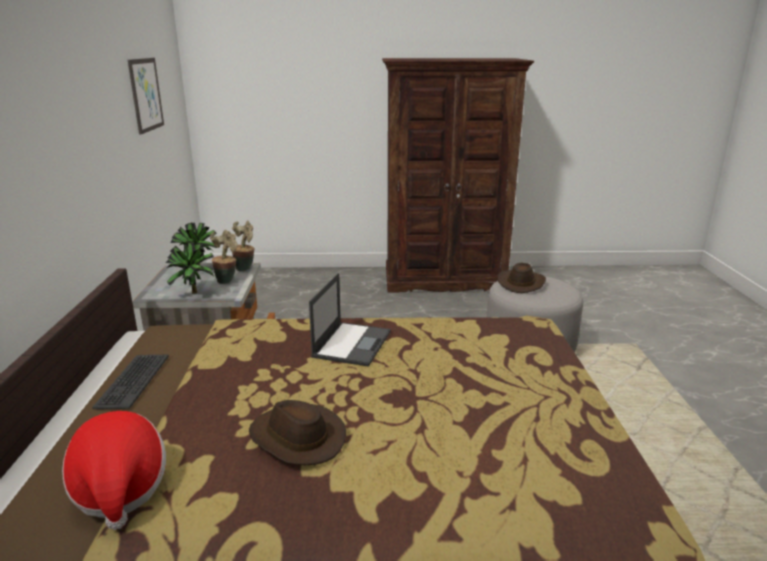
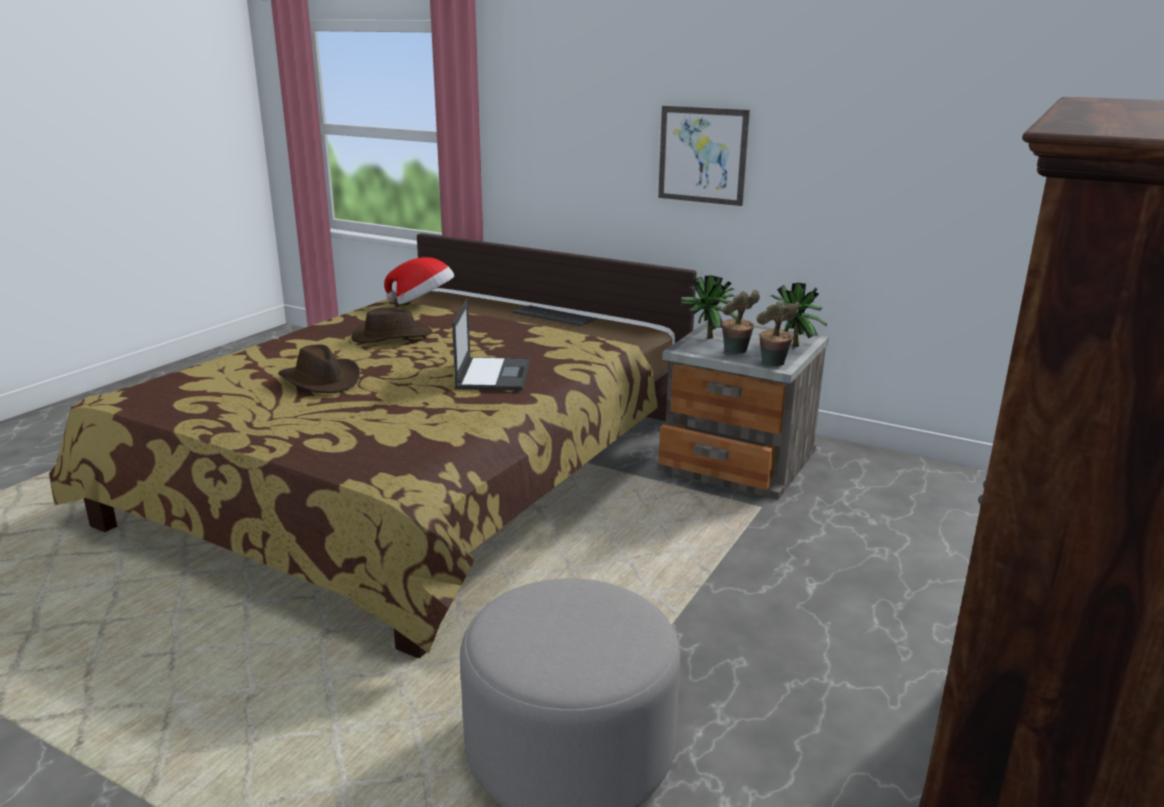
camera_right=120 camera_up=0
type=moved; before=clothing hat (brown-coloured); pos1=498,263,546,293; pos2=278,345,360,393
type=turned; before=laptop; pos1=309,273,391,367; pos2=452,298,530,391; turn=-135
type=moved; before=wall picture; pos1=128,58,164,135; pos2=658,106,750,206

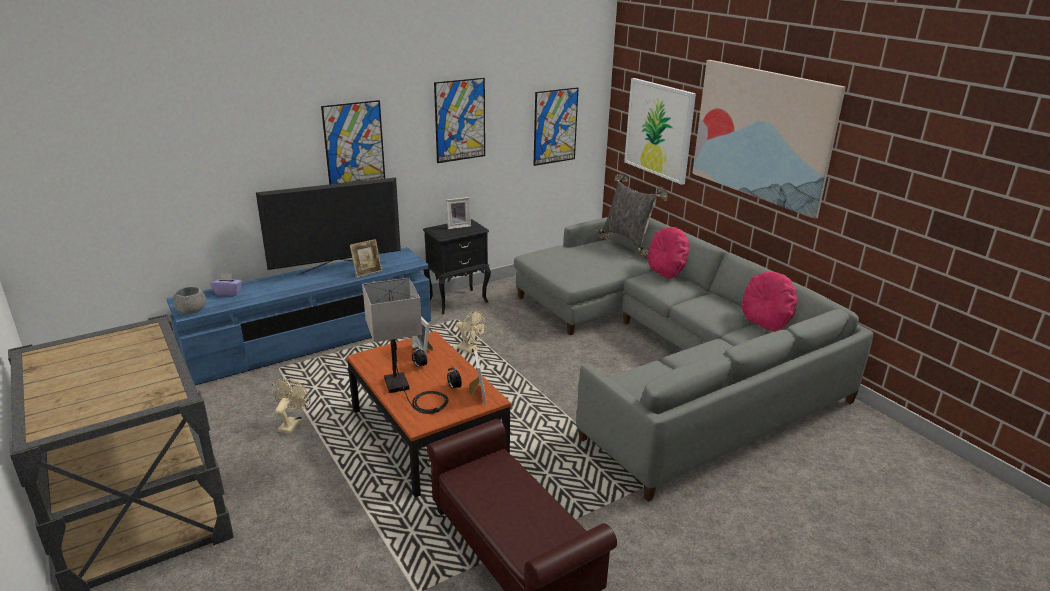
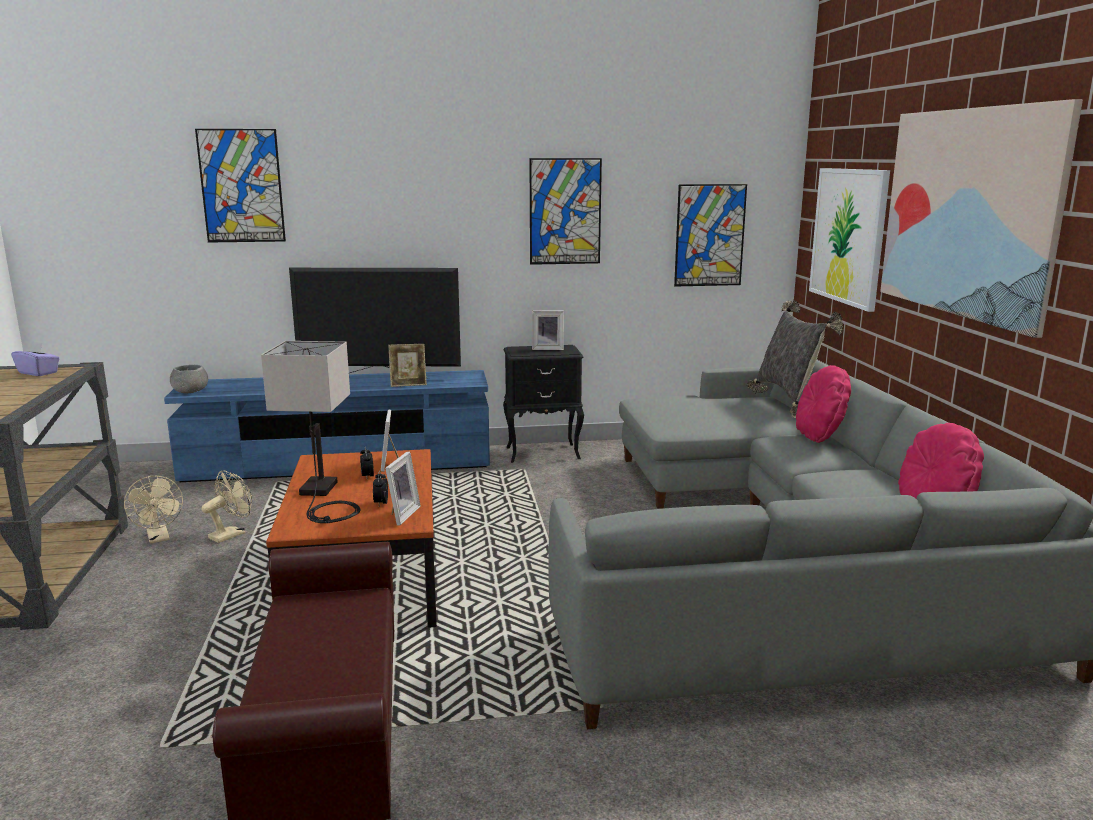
camera_right=25 camera_up=-10
type=moved; before=box of tissues (purple-coloured); pos1=211,273,242,296; pos2=11,341,60,376
type=moved; before=fan (beige-coloured); pos1=456,311,486,354; pos2=124,476,183,543
type=moved; before=wall picture; pos1=321,100,385,185; pos2=195,129,286,243

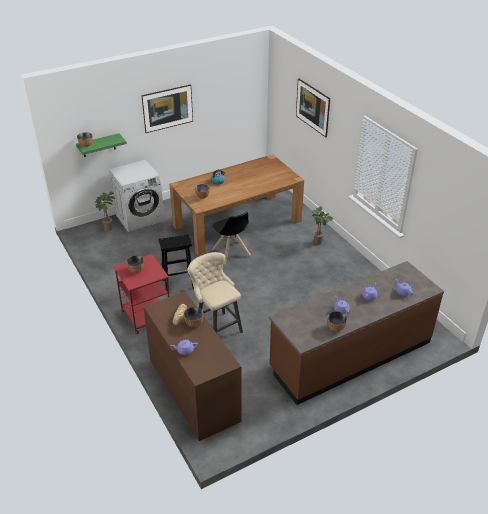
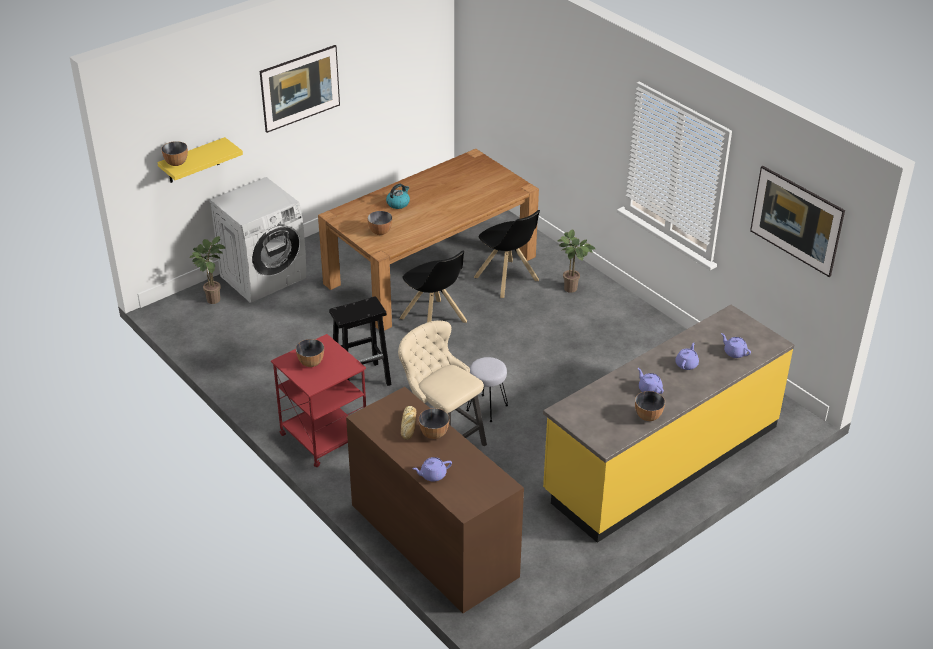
camera_right=-10 camera_up=0
type=recoloured; before=bracket shelf (greenish); after=bracket shelf (yellowish); pos1=76,133,127,157; pos2=157,137,243,183
type=added; after=sitting stool (grey); pos2=466,357,508,422
type=added; after=plain chair (blackish); pos2=474,210,540,298
type=recoloured; before=kitchen counter (brown-coloured); after=kitchen counter (yellowish); pos1=269,261,444,405; pos2=543,305,794,543
type=moved; before=wall picture; pos1=296,79,330,137; pos2=750,166,845,277

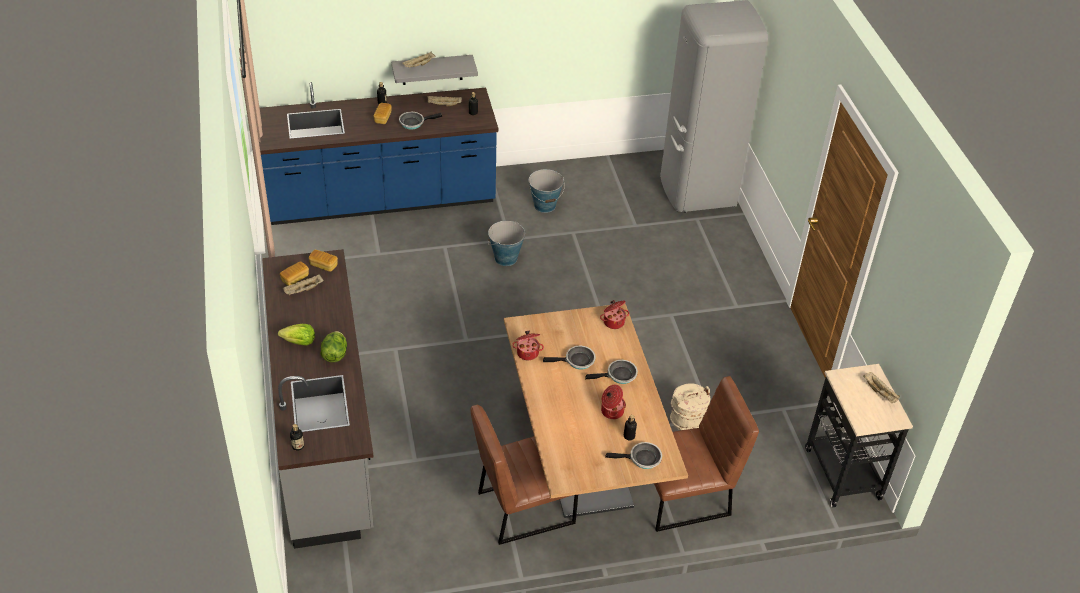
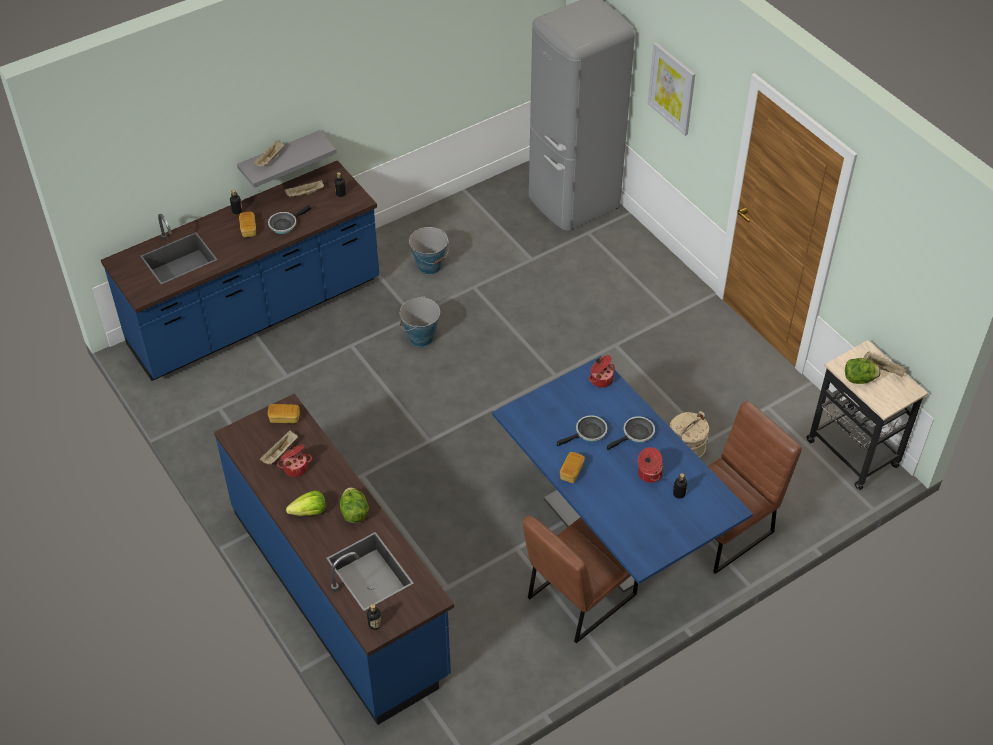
camera_right=-20 camera_up=5
type=recoloured; before=kitchen counter (grey); after=kitchen counter (bluish); pos1=262,249,374,549; pos2=214,393,454,725
type=moved; before=cooking pot; pos1=512,331,544,360; pos2=277,445,312,477
type=recoloured; before=dining table (brown-coloured); after=dining table (bluish); pos1=504,303,688,518; pos2=492,356,753,593
type=moved; before=bread; pos1=280,261,309,286; pos2=560,452,585,483
type=added; after=wall picture; pos2=647,42,695,136
type=added; after=head of lettuce; pos2=845,358,881,384
type=removed; before=skillet; pos1=605,442,662,469

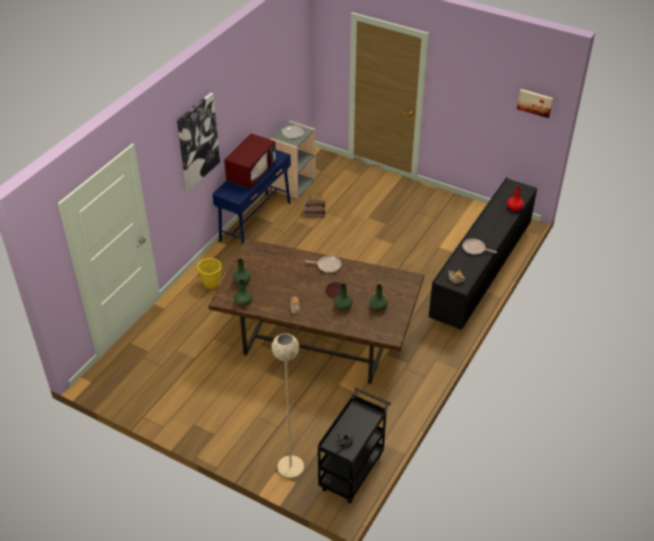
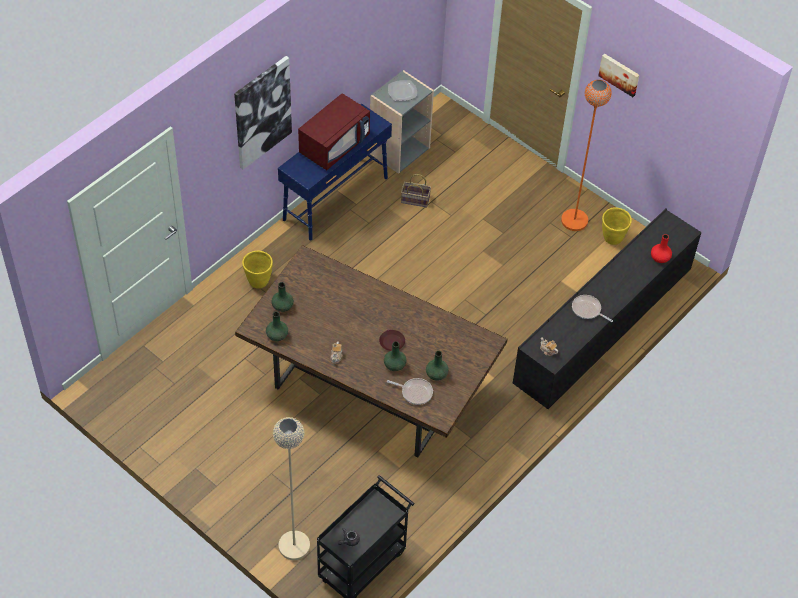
camera_right=10 camera_up=10
type=moved; before=skillet; pos1=305,256,341,273; pos2=387,378,433,405
type=added; after=standing lamp (orange); pos2=561,80,612,231
type=moved; before=wall picture; pos1=517,89,553,118; pos2=598,54,639,97
type=added; after=planter (yellowish); pos2=602,207,632,245

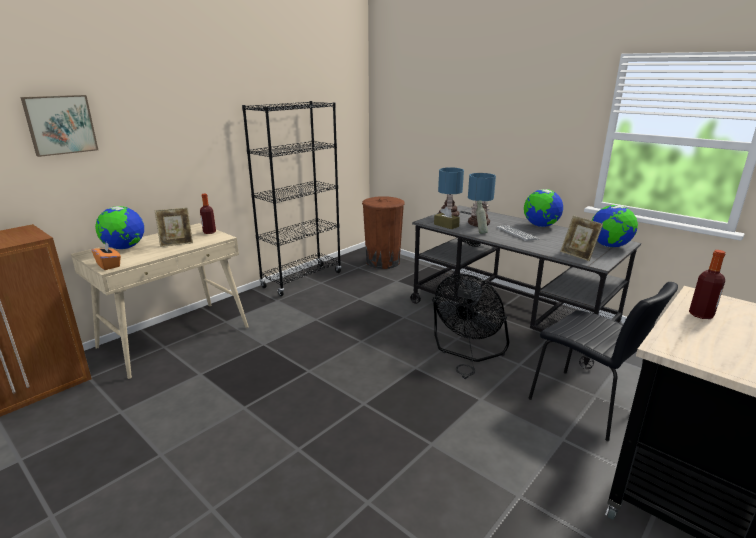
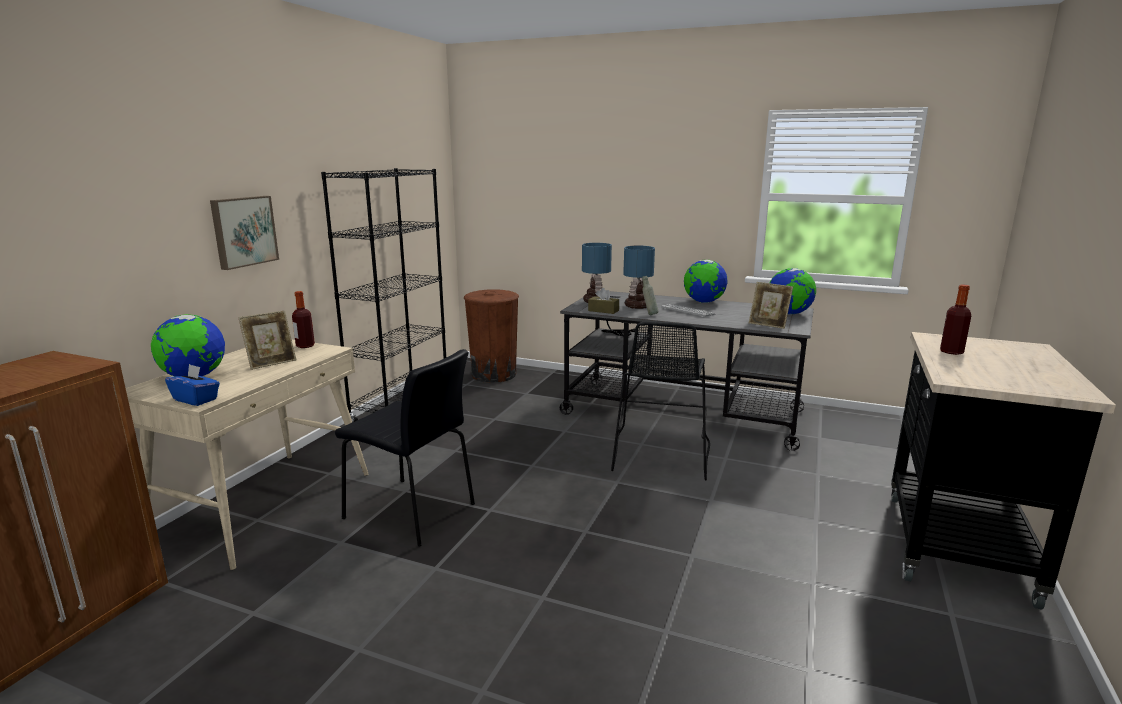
camera_right=-20 camera_up=-5
type=recoloured; before=box of tissues (orange); after=box of tissues (bluish); pos1=92,242,121,270; pos2=165,364,220,406
type=moved; before=wall picture; pos1=21,95,98,157; pos2=210,196,279,270
type=moved; before=plain chair (blackish); pos1=528,282,678,441; pos2=335,349,475,546
type=replaced; before=fan (blackish); after=sitting stool (blackish); pos1=432,274,509,379; pos2=611,321,710,481

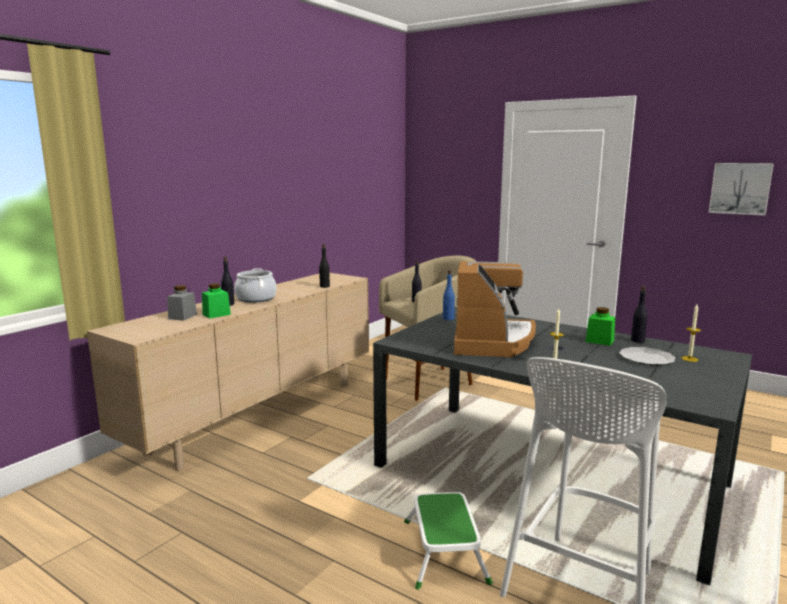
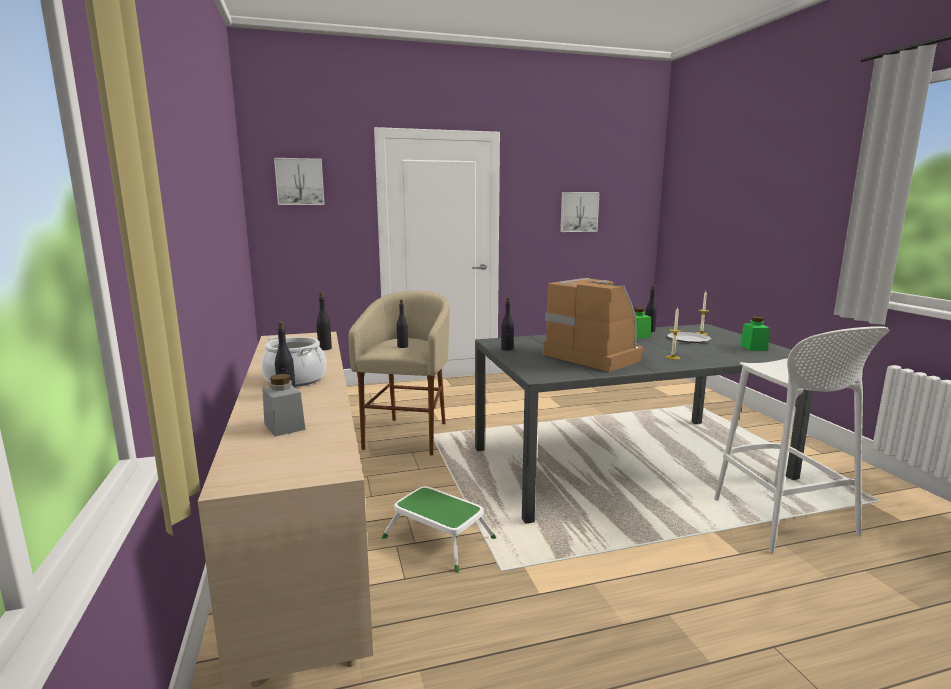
camera_right=-50 camera_up=0
type=added; after=wall picture; pos2=274,158,325,205
type=moved; before=step stool (greenish); pos1=404,492,493,590; pos2=382,486,496,573
type=recoloured; before=beverage bottle (bluish); after=beverage bottle (blackish); pos1=443,270,455,320; pos2=501,297,514,351
type=moved; before=preserve jar (greenish); pos1=202,283,231,319; pos2=740,316,770,351

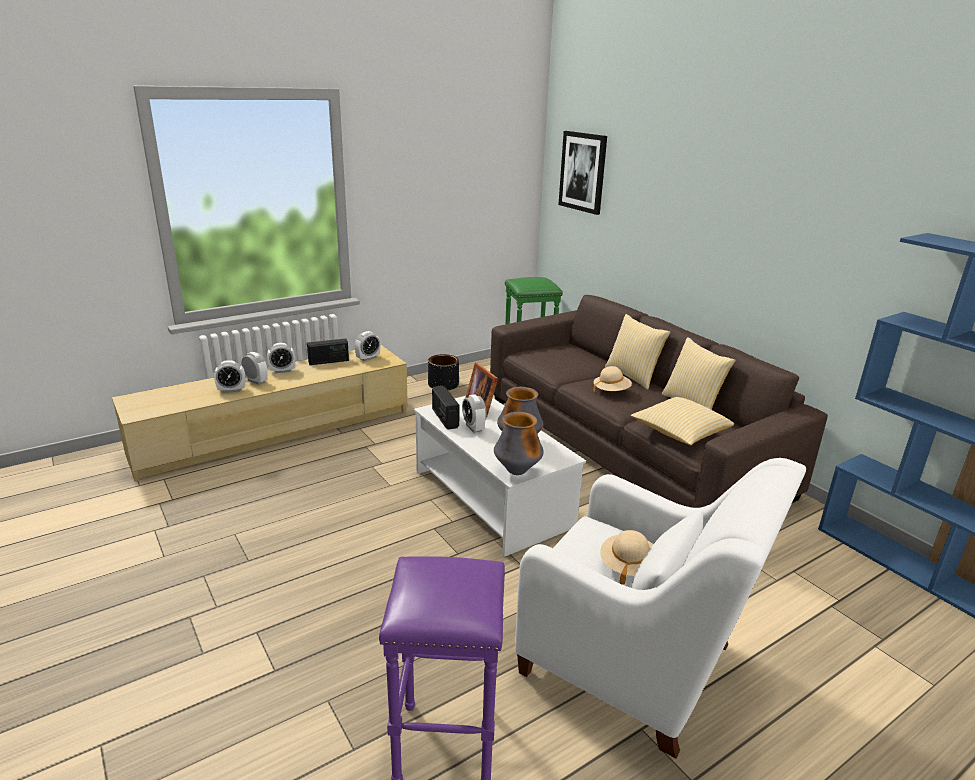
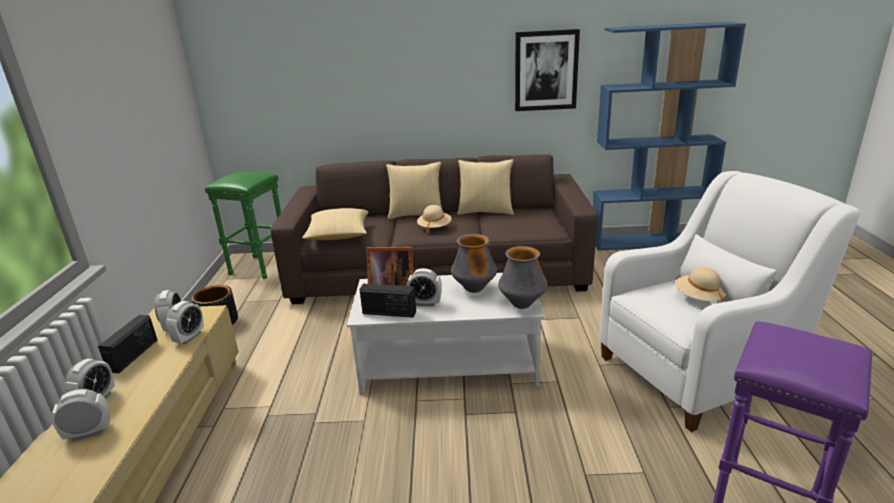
camera_right=-55 camera_up=0
type=moved; before=bedside clock; pos1=214,360,245,393; pos2=166,301,204,344
type=moved; before=pillow; pos1=631,397,734,445; pos2=302,208,368,240
type=moved; before=wall picture; pos1=558,131,607,215; pos2=515,29,580,111

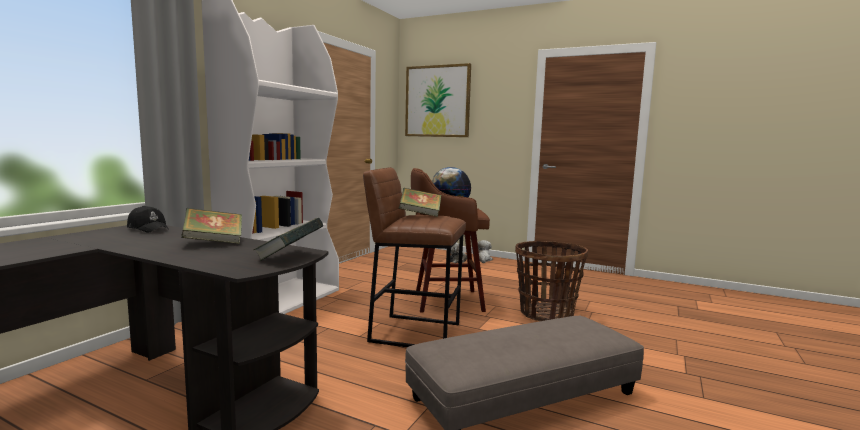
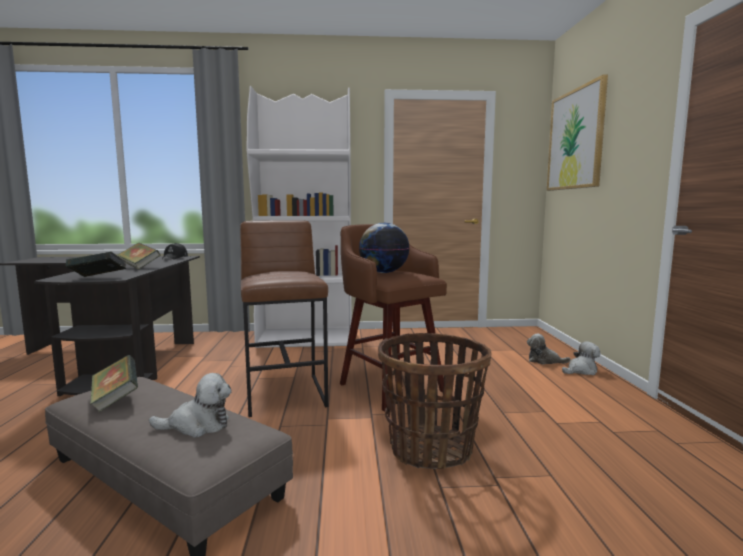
camera_right=60 camera_up=0
type=moved; before=book; pos1=399,188,441,217; pos2=90,355,138,412
type=added; after=plush toy; pos2=149,373,231,438

